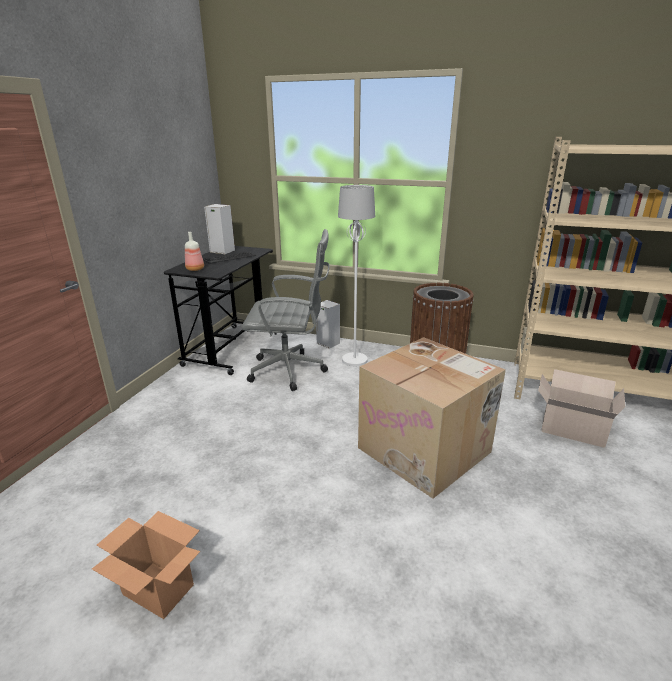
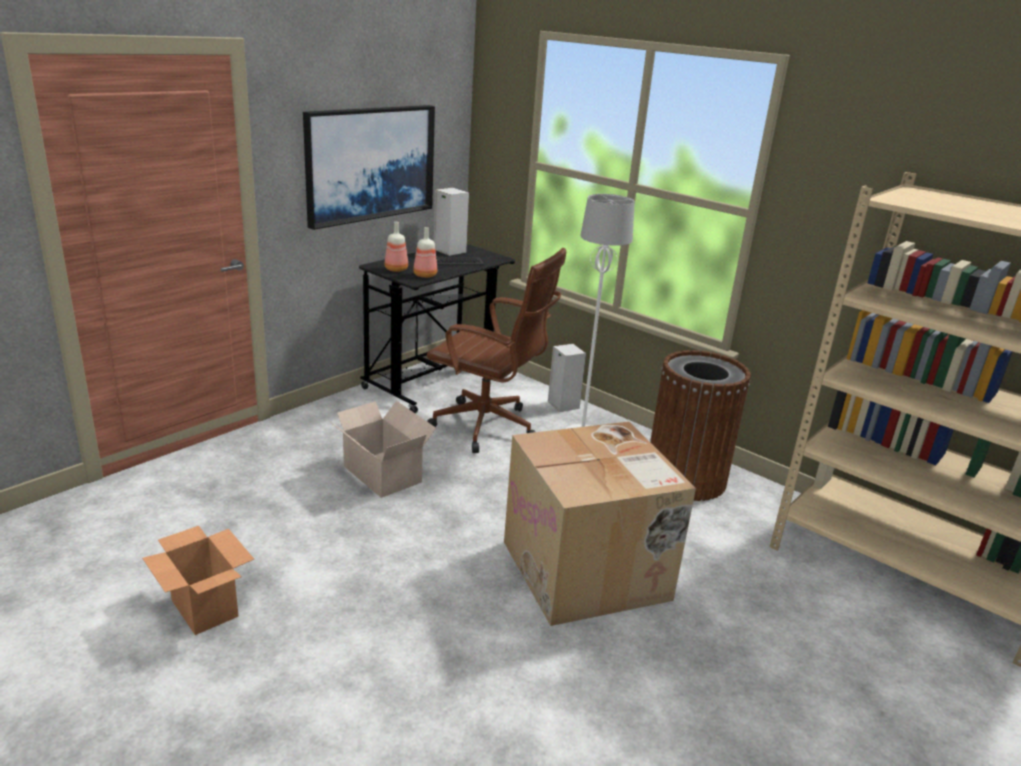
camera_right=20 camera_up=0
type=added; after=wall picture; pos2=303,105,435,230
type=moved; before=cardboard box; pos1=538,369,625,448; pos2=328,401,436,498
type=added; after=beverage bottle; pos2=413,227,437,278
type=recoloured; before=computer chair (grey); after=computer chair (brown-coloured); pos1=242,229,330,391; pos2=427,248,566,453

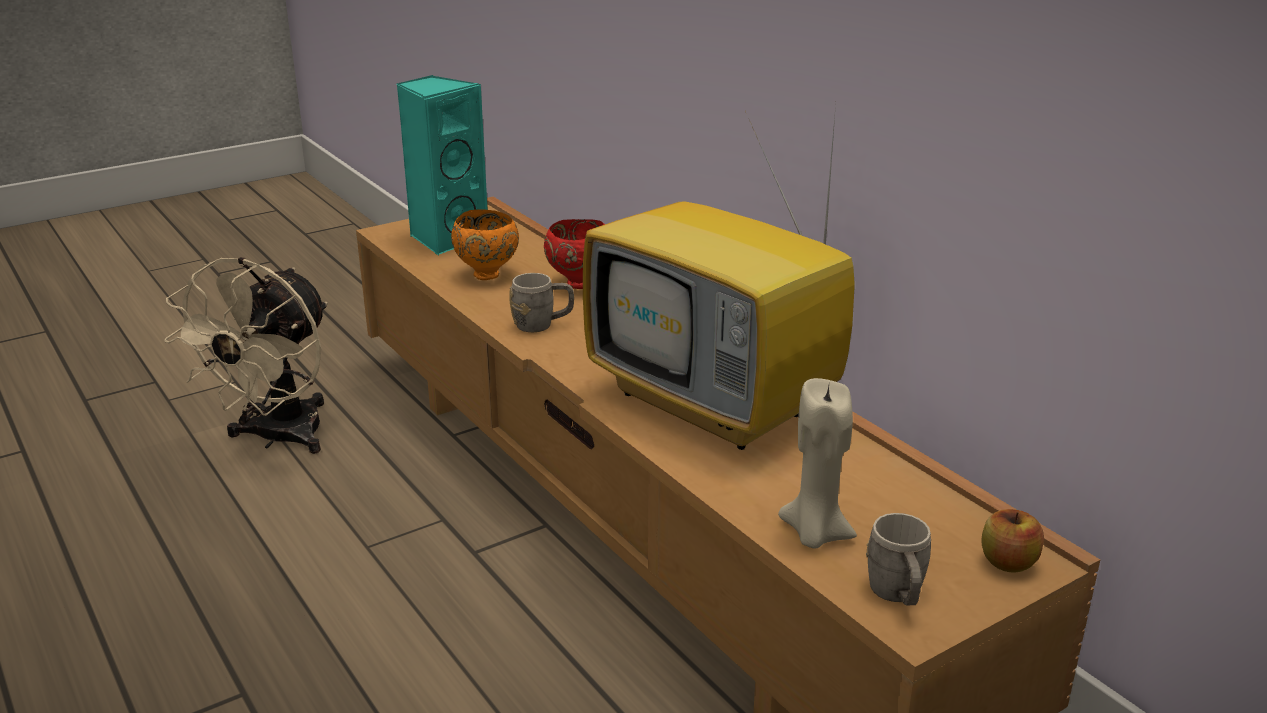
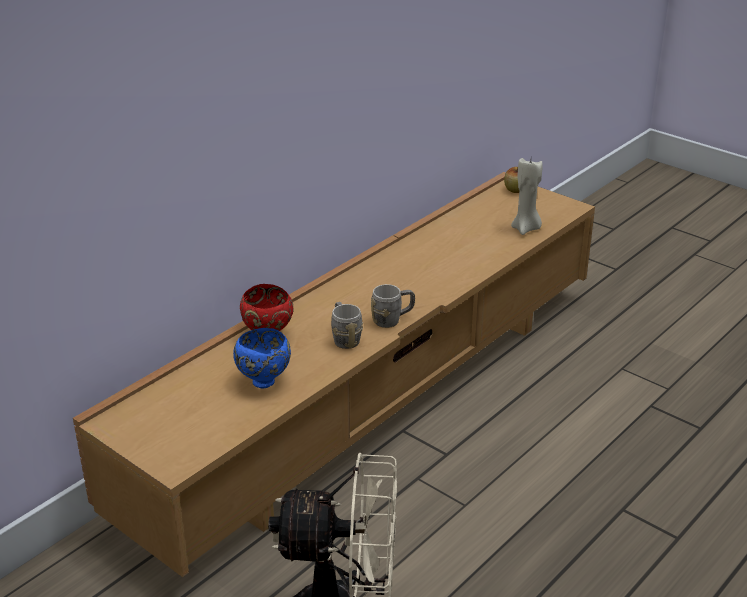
camera_right=-105 camera_up=5
type=recoloured; before=deep dish (orange); after=deep dish (bluish); pos1=451,209,519,280; pos2=233,328,291,389
type=moved; before=tea mug (grey); pos1=866,513,931,605; pos2=371,284,415,328
type=removed; before=speaker (turquoise); pos1=396,75,488,255
type=removed; before=television; pos1=583,105,855,450

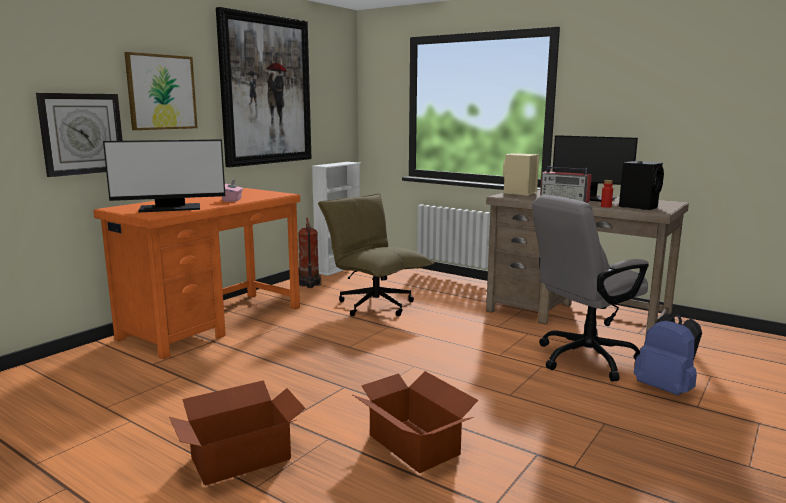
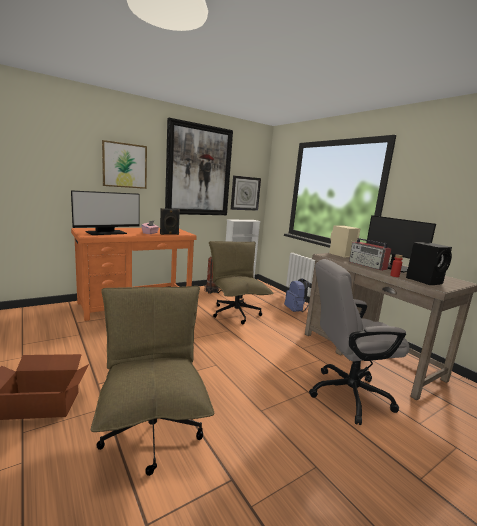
camera_right=20 camera_up=0
type=turned; before=monitor; pos1=103,139,225,212; pos2=71,190,140,235; turn=-45
type=replaced; before=cardboard box; after=computer chair (beige-coloured); pos1=353,371,478,473; pos2=91,286,214,476
type=added; after=speaker (blackish); pos2=160,208,180,235
type=moved; before=wall clock; pos1=36,93,123,177; pos2=231,175,261,211
type=moved; before=knapsack (bluish); pos1=634,313,702,395; pos2=284,278,312,312

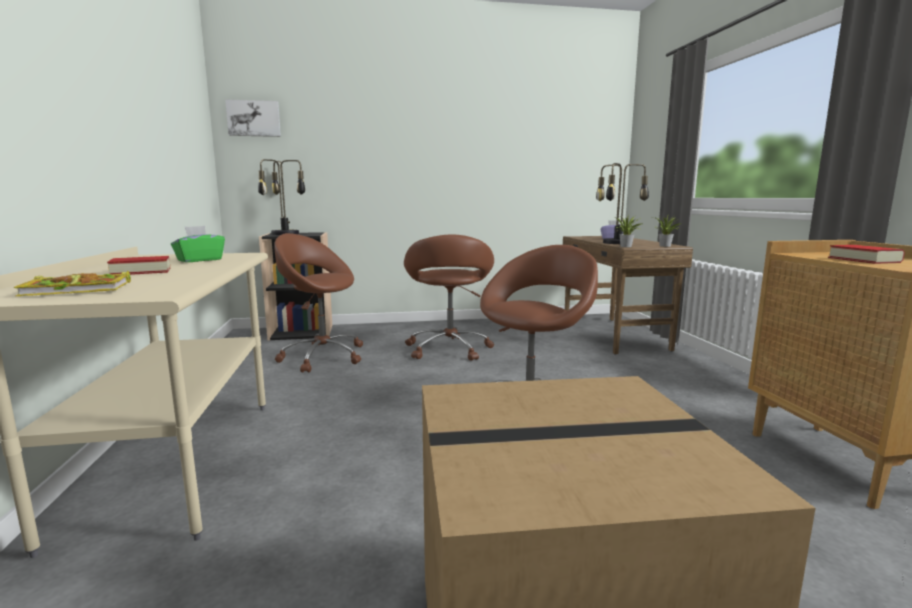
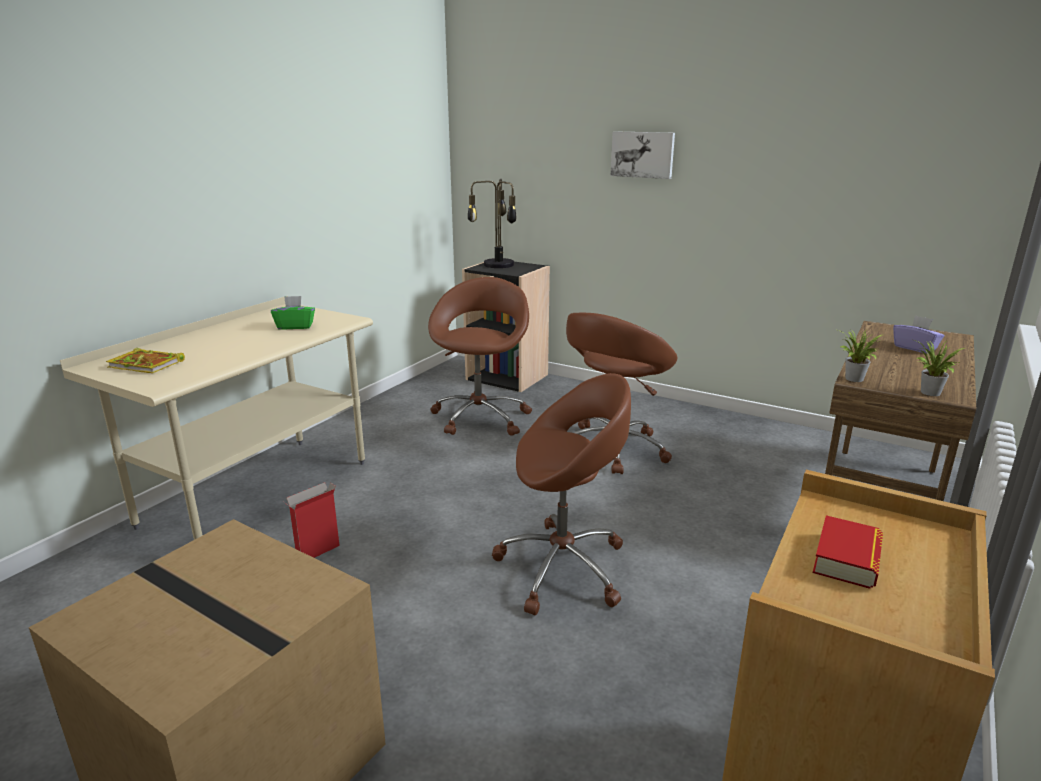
camera_right=40 camera_up=10
type=added; after=cardboard box; pos2=284,482,340,558
type=turned; before=computer chair (brown-coloured); pos1=274,233,363,372; pos2=428,277,532,436; turn=60
type=moved; before=wall picture; pos1=225,99,281,137; pos2=611,131,675,179
type=removed; before=book; pos1=107,256,170,275
type=removed; before=table lamp; pos1=596,163,649,244

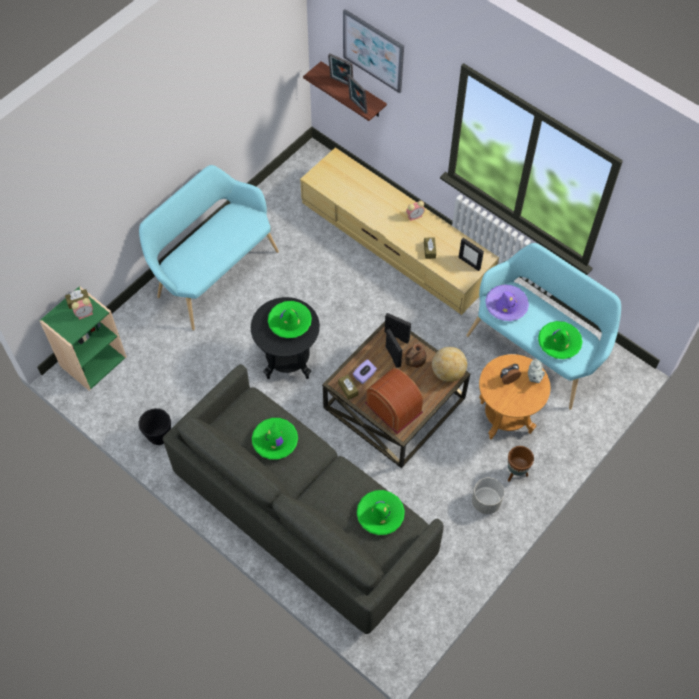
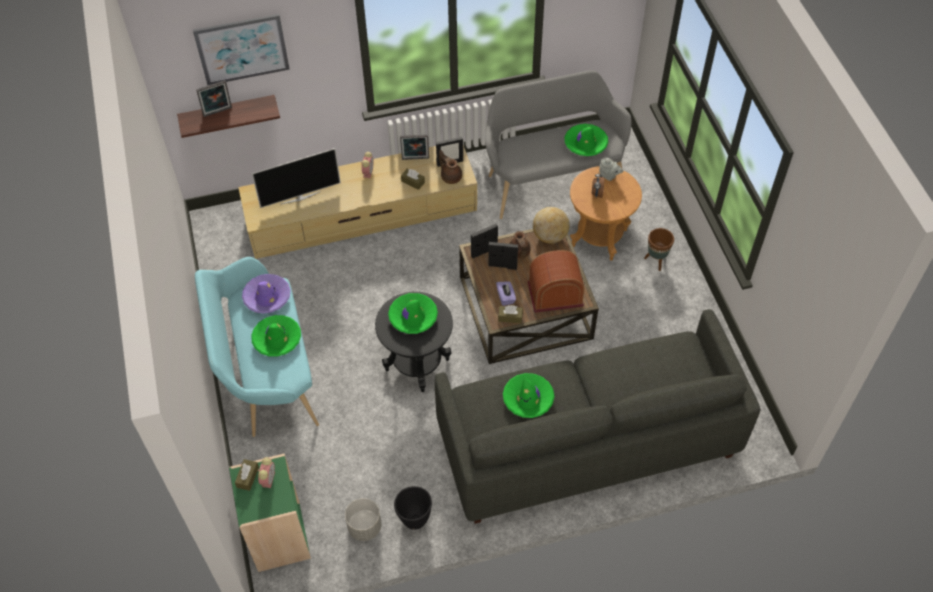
camera_right=-55 camera_up=-5
type=moved; before=clothing hat (purple-coloured); pos1=485,285,529,321; pos2=242,274,290,314
type=moved; before=clothing hat (greenish); pos1=357,490,405,535; pos2=251,315,301,357
type=added; after=television; pos2=252,148,341,208
type=moved; before=planter (grey); pos1=472,478,504,514; pos2=345,498,381,541
type=moved; before=photo frame; pos1=347,74,368,114; pos2=400,134,429,160
type=added; after=pot for tea (brown-coloured); pos2=439,150,462,184
type=recoloured; before=bench (turquoise); after=bench (grey); pos1=466,243,621,410; pos2=485,70,632,219

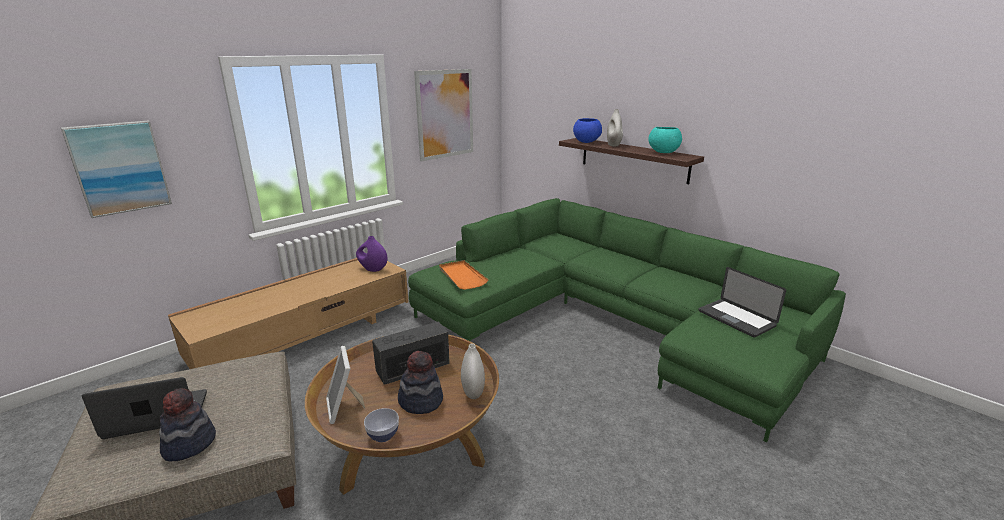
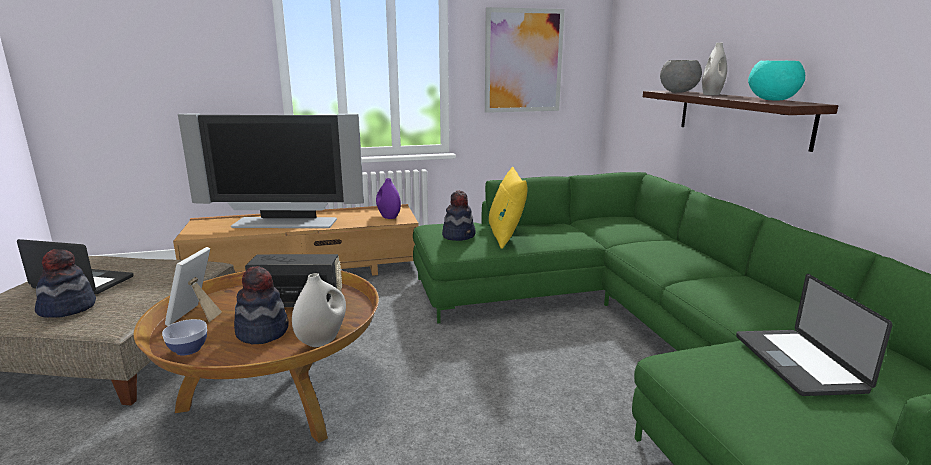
camera_right=30 camera_up=-5
type=added; after=television; pos2=178,114,364,228
type=replaced; before=carrying tray (orange); after=clothing hat; pos1=439,260,488,290; pos2=442,190,476,241
type=added; after=pillow (yellowish); pos2=489,167,527,249
type=recoloured; before=deep dish (bluish); after=deep dish (grey); pos1=573,118,602,143; pos2=660,60,702,93
type=removed; before=wall picture; pos1=61,121,172,218

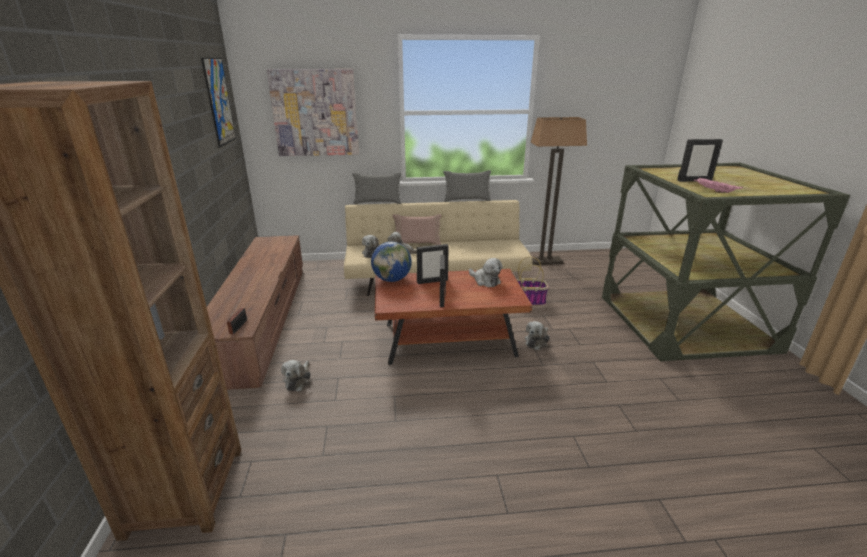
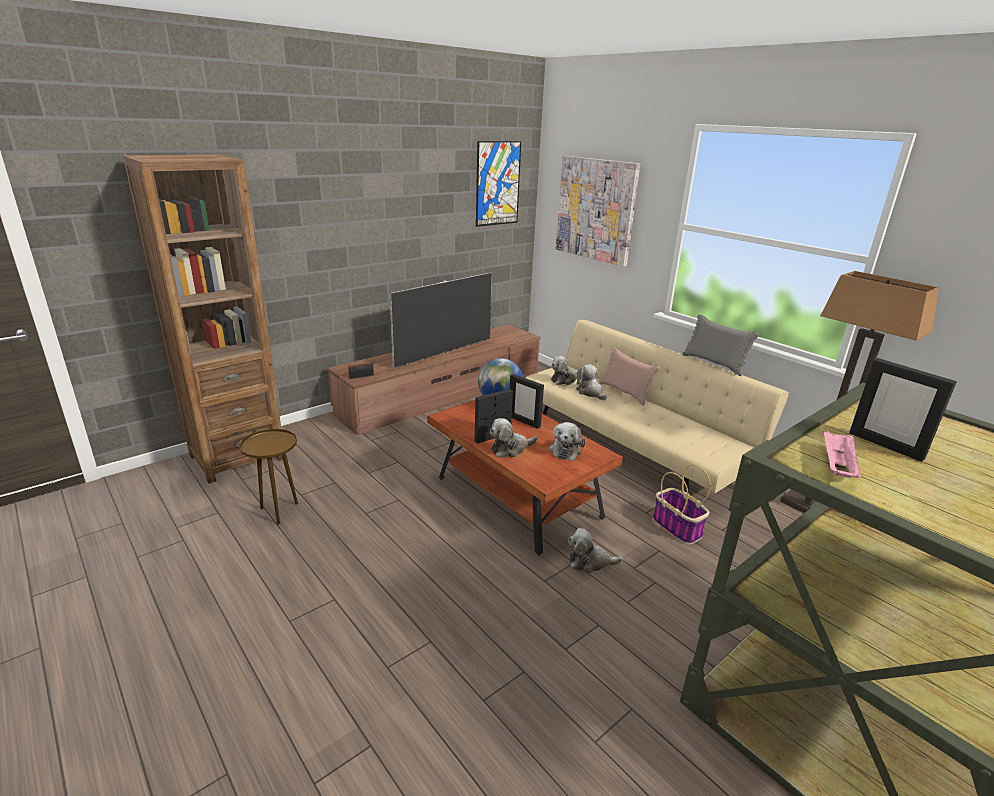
camera_right=55 camera_up=0
type=added; after=end table (brown-coloured); pos2=240,429,298,525
type=added; after=television; pos2=390,273,492,368
type=moved; before=plush toy; pos1=281,360,311,391; pos2=490,418,538,458
type=removed; before=pillow (grey); pos1=352,173,401,205

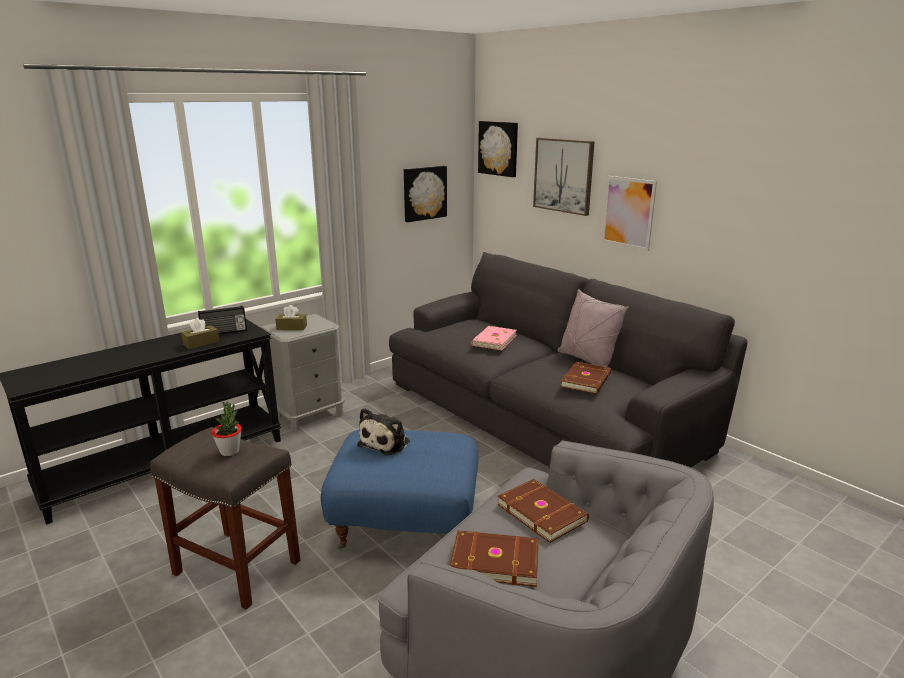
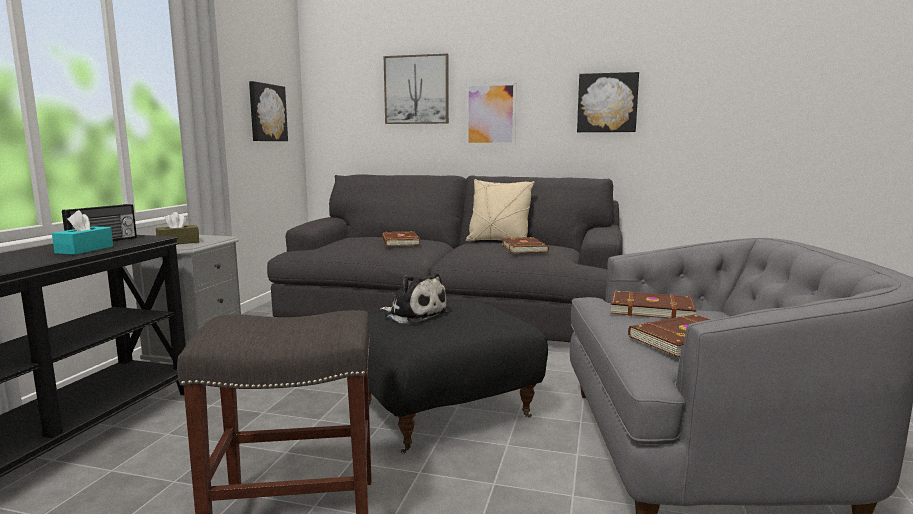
camera_right=-35 camera_up=-10
type=recoloured; before=box of tissues (brown-coloured); after=box of tissues (turquoise); pos1=181,318,220,349; pos2=52,210,113,255
type=recoloured; before=pouffe (bluish); after=pouffe (blackish); pos1=321,430,479,549; pos2=368,301,548,454
type=turned; before=plush toy; pos1=357,408,410,455; pos2=380,273,449,324; turn=-45
type=recoloured; before=book (pink); after=book (brown-coloured); pos1=471,326,517,350; pos2=382,231,420,246
type=recoloured; before=pillow (purple-coloured); after=pillow (beige-coloured); pos1=558,289,629,367; pos2=466,179,535,241
type=moved; before=wall picture; pos1=478,121,518,177; pos2=577,72,639,132
type=removed; before=potted plant; pos1=211,401,242,456

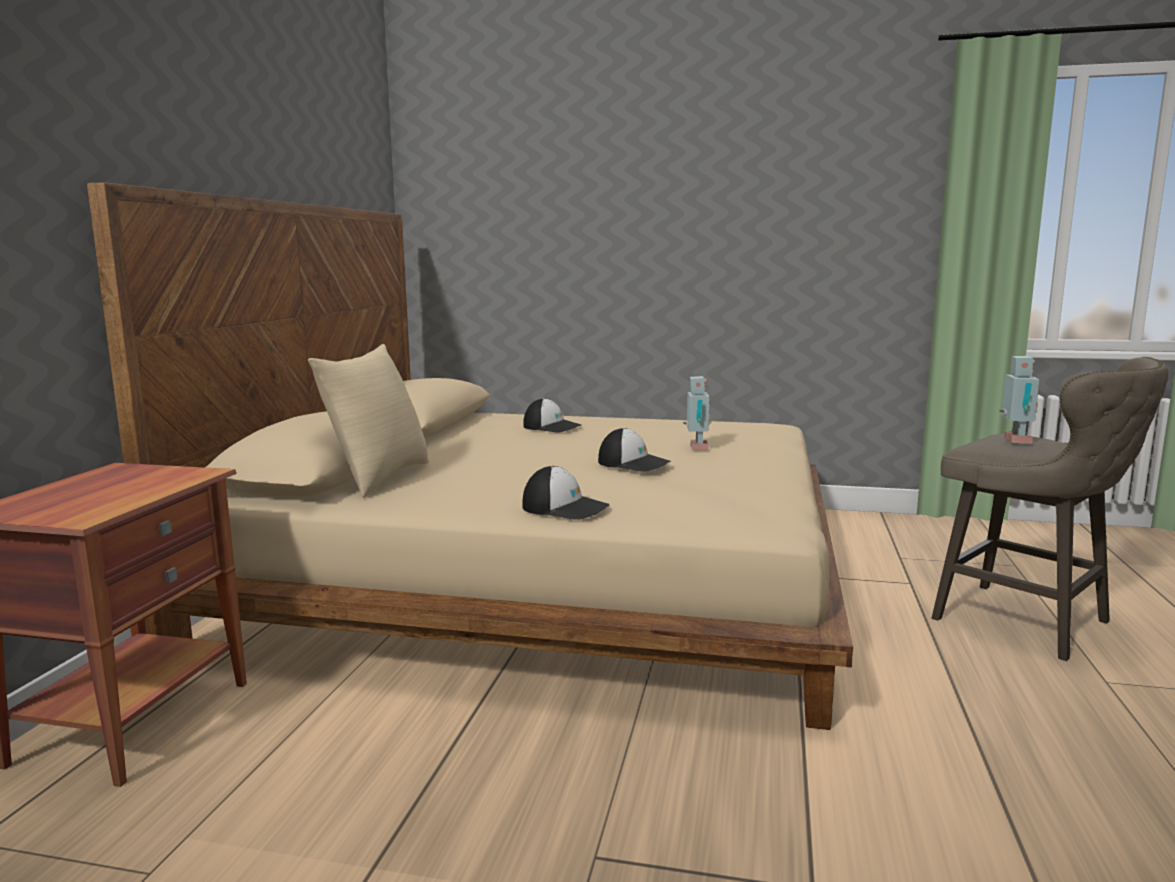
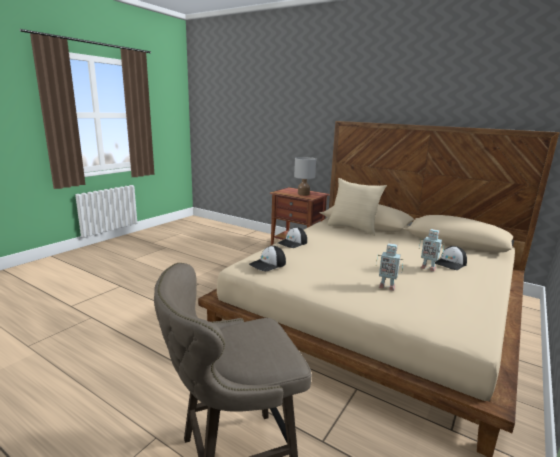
camera_right=110 camera_up=5
type=moved; before=baseball cap; pos1=598,428,671,472; pos2=249,246,286,271
type=added; after=table lamp (grey); pos2=294,157,316,196
type=moved; before=toy robot; pos1=999,356,1040,444; pos2=419,229,444,271

